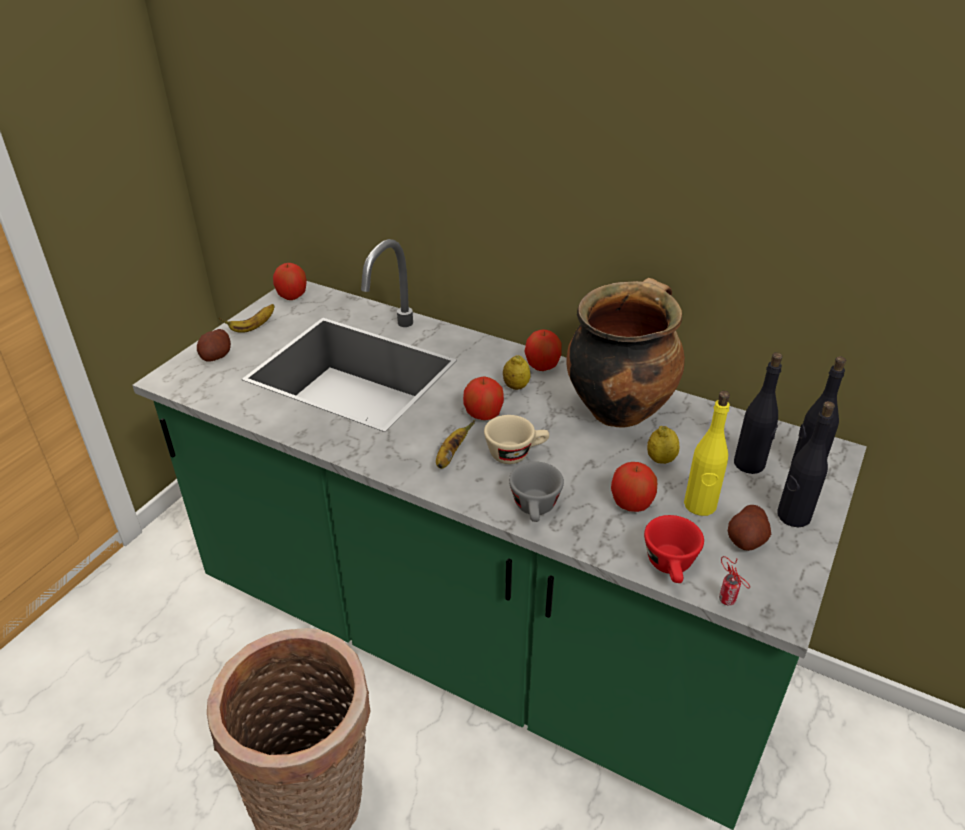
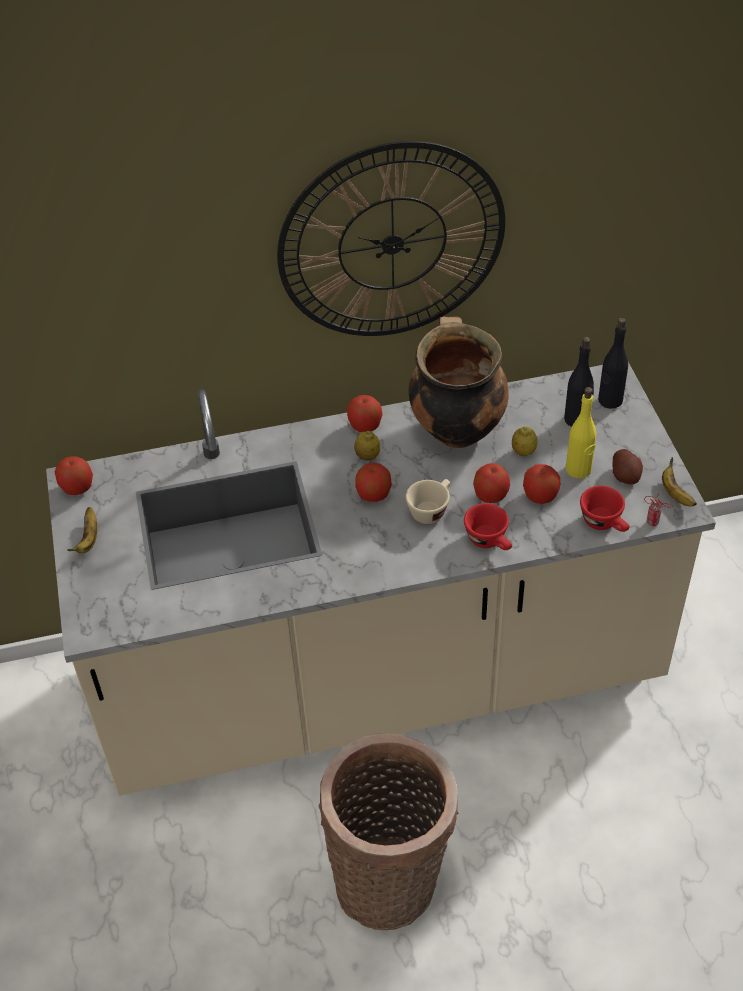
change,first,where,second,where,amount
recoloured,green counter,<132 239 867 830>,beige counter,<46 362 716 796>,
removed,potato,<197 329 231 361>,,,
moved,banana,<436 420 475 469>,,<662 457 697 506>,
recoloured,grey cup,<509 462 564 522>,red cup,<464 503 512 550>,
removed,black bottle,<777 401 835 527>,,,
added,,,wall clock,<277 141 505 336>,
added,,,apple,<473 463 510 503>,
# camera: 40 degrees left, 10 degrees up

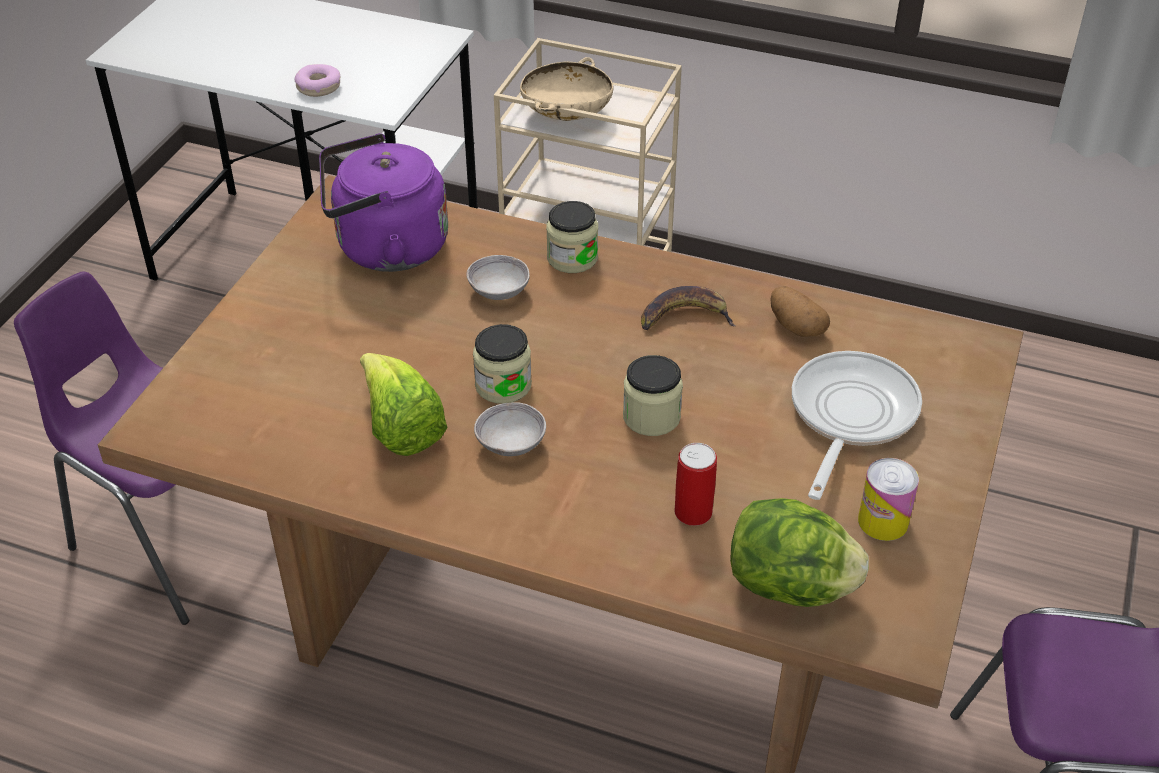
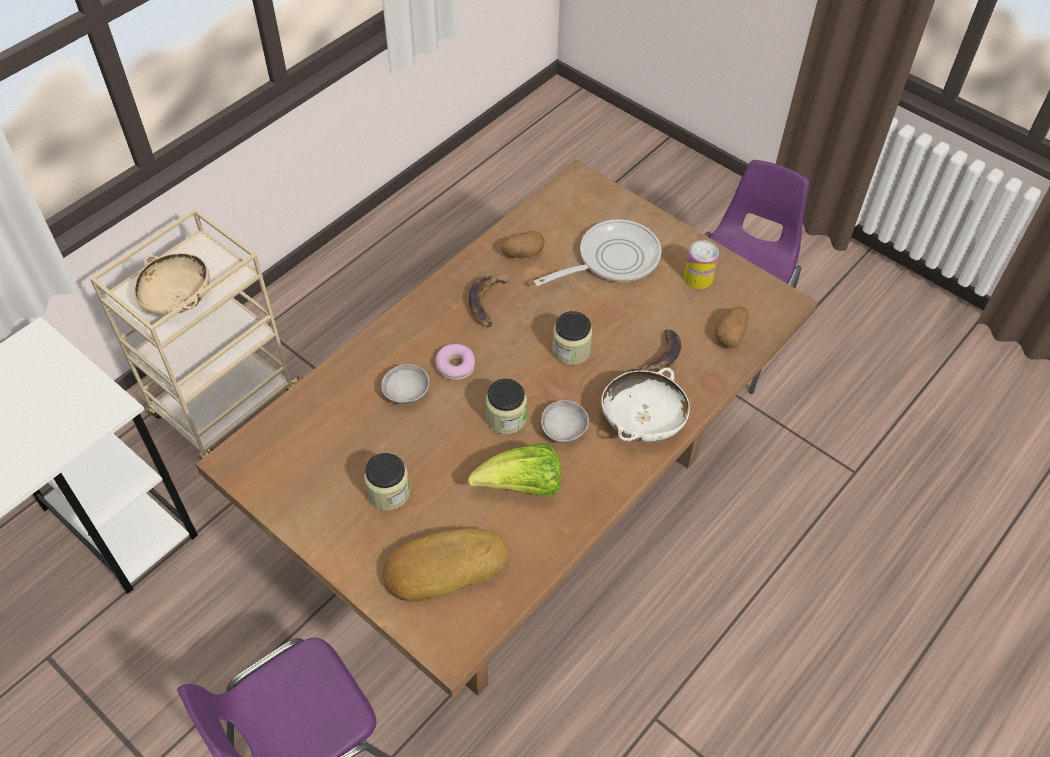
change,first,where,second,where,amount
moved,donut,<295 64 340 97>,,<435 344 475 380>,
removed,purple kettle,<319 133 448 272>,,,
moved,jar,<546 201 598 273>,,<364 453 410 511>,
replaced,can,<675 443 717 526>,banana,<627 329 681 372>,
replaced,lettuce,<730 498 869 607>,potato,<715 306 749 349>,
turned,frying pan,<792 351 922 500>,,<533 219 661 286>,105 degrees clockwise
added,,,bread,<383 528 510 602>,
added,,,white bowl,<601 368 690 442>,
# camera: 70 degrees left, 10 degrees up

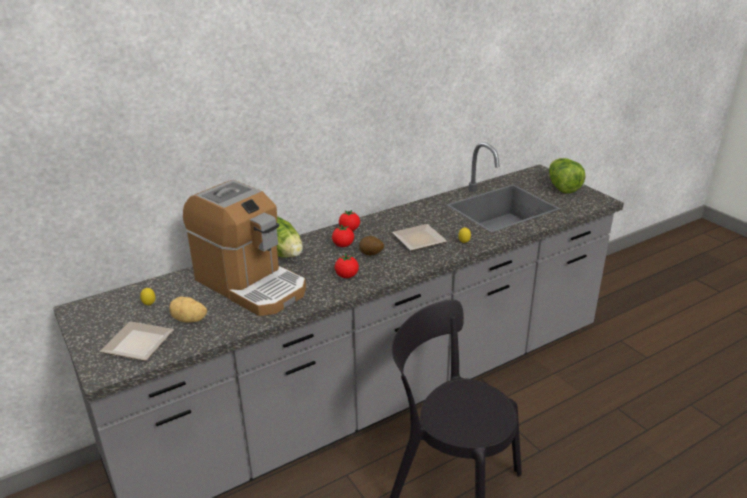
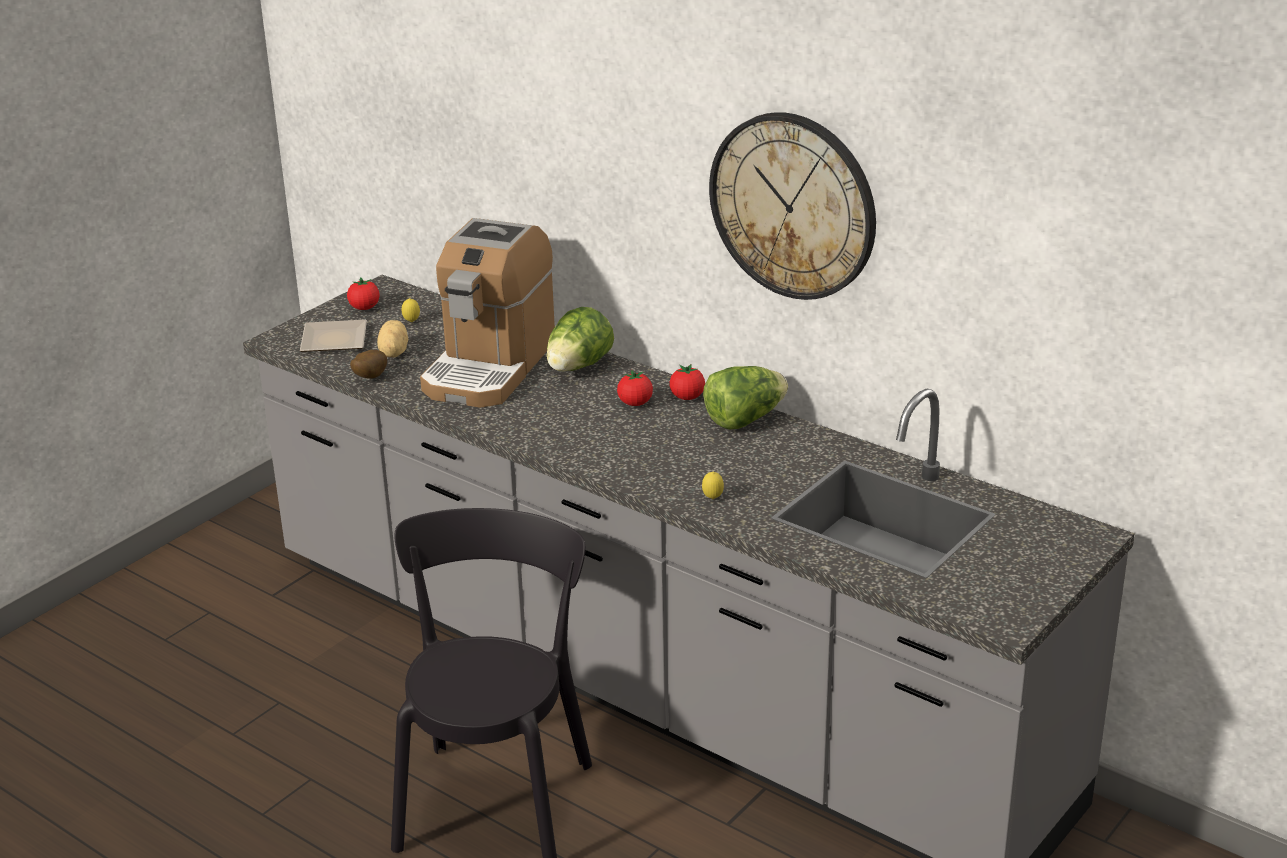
change,first,where,second,where,amount
moved,tomato,<335 253 359 278>,,<347 277 380 310>,
moved,potato,<359 236 384 255>,,<350 350 387 379>,
removed,plate,<392 224 447 251>,,,
moved,lettuce,<549 158 586 194>,,<703 366 788 430>,
added,,,wall clock,<709 112 876 300>,
# camera: 70 degrees right, 0 degrees up

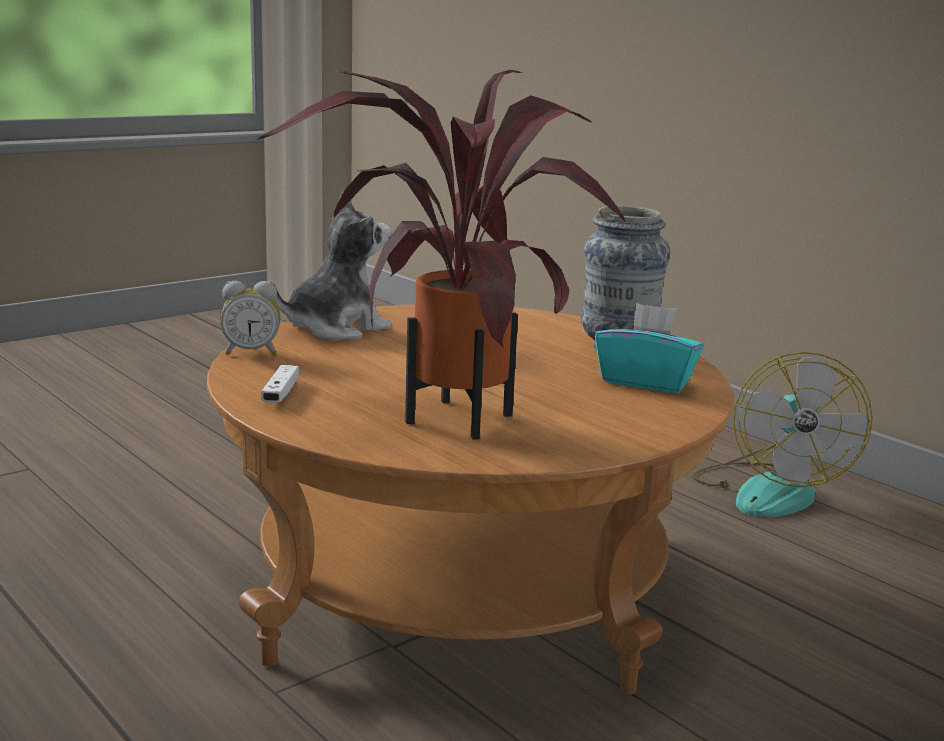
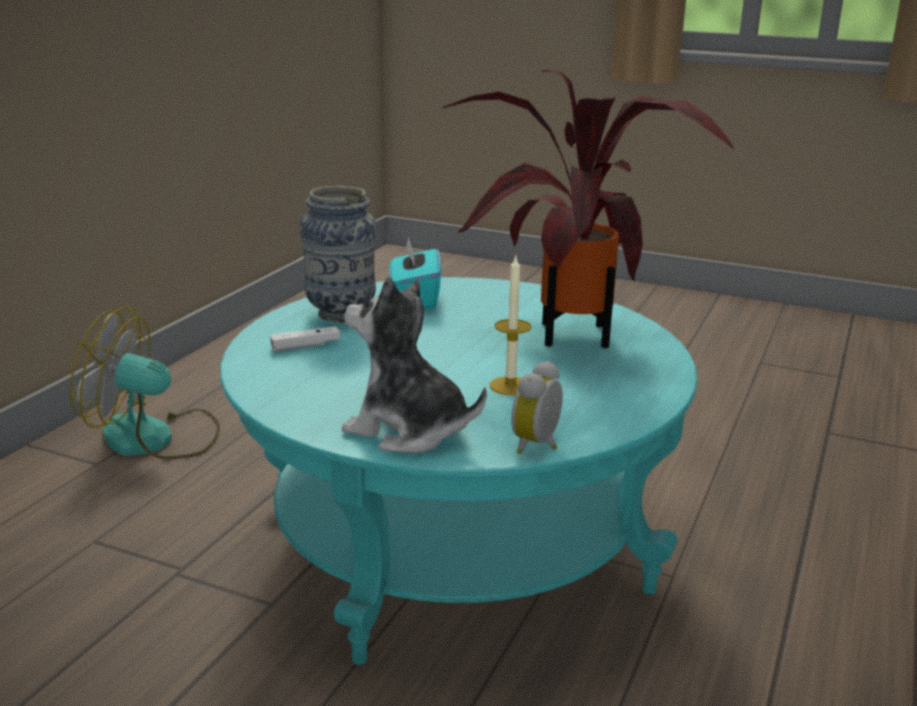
change,first,where,second,where,amount
recoloured,brown coffee table,<207 304 735 695>,turquoise coffee table,<220 277 698 665>,
turned,alarm clock,<220 281 280 355>,,<511 361 563 454>,120 degrees counterclockwise
moved,white game controller,<261 365 299 403>,,<270 326 341 352>,
turned,fan,<692 352 873 517>,,<70 306 220 460>,150 degrees counterclockwise
added,,,candle,<489 256 531 395>,
# camera: 115 degrees left, 5 degrees up

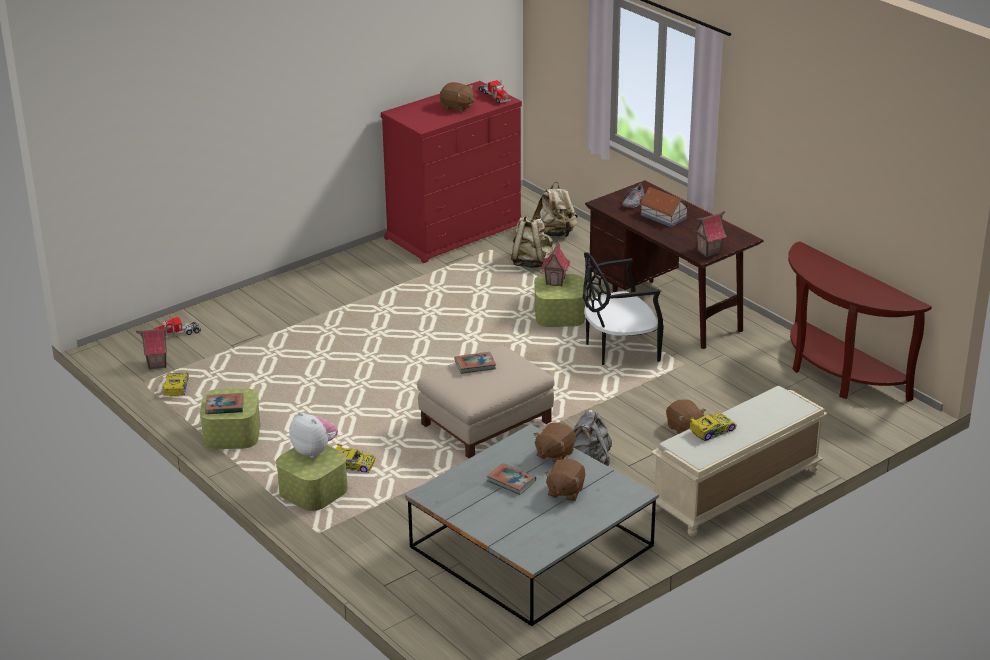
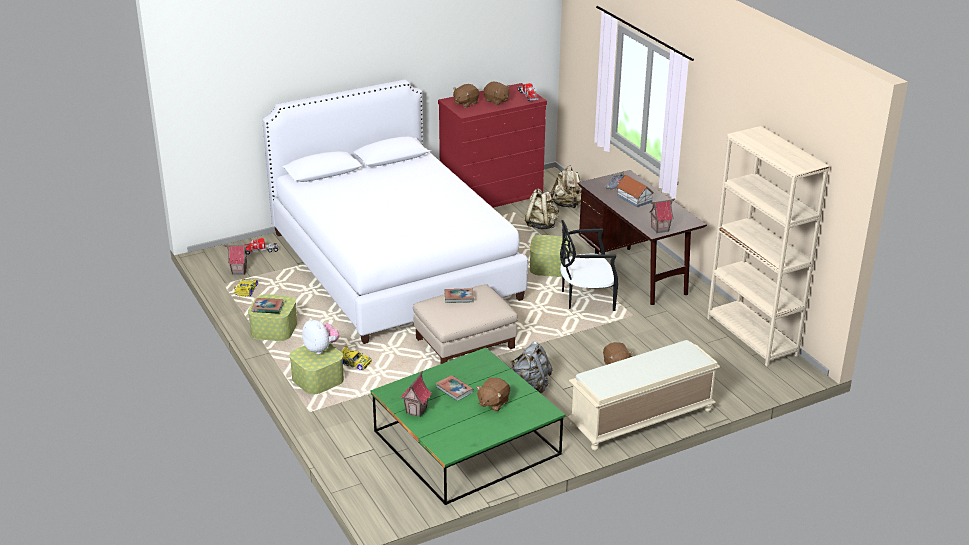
change,first,where,second,where,amount
recoloured,grey coffee table,<405 424 659 626>,green coffee table,<371 347 565 505>,
moved,brown plush toy,<534 423 576 463>,,<453 84 479 108>,
moved,toy house,<541 240 570 287>,,<401 371 431 417>,
removed,toy car,<690 413 737 441>,,,
replaced,brown console table,<788 241 932 402>,beige bookcase,<707 126 830 367>,
added,,,white bed,<262 79 528 344>,
# camera: 10 degrees right, 0 degrees up

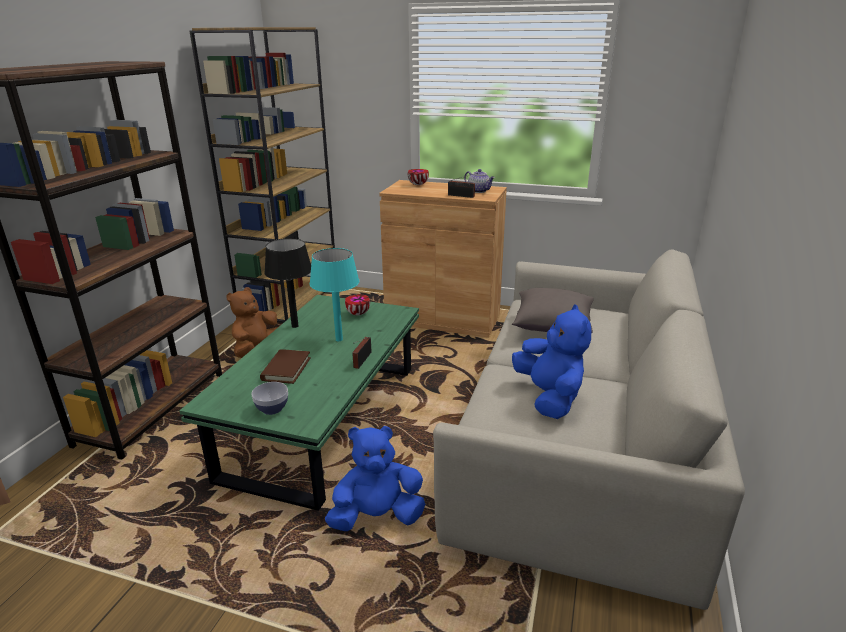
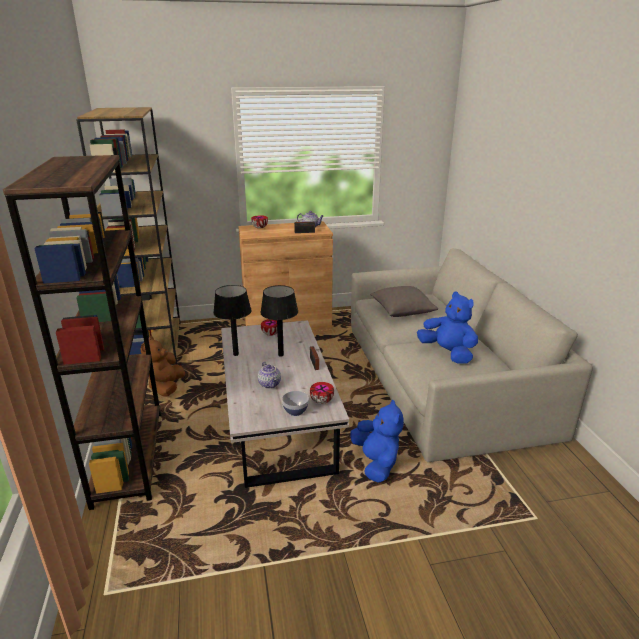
change,first,where,second,where,amount
recoloured,green coffee table,<179 295 419 511>,white coffee table,<221 320 349 488>,
replaced,brown book,<260 349 311 384>,teapot,<258 361 281 389>,
recoloured,turquoise table lamp,<310 248 359 341>,black table lamp,<260 285 298 356>,
turned,blue plush toy,<325 426 425 531>,,<350 400 404 483>,120 degrees clockwise
added,,,bowl,<310 382 334 404>,
# camera: 30 degrees left, 0 degrees up

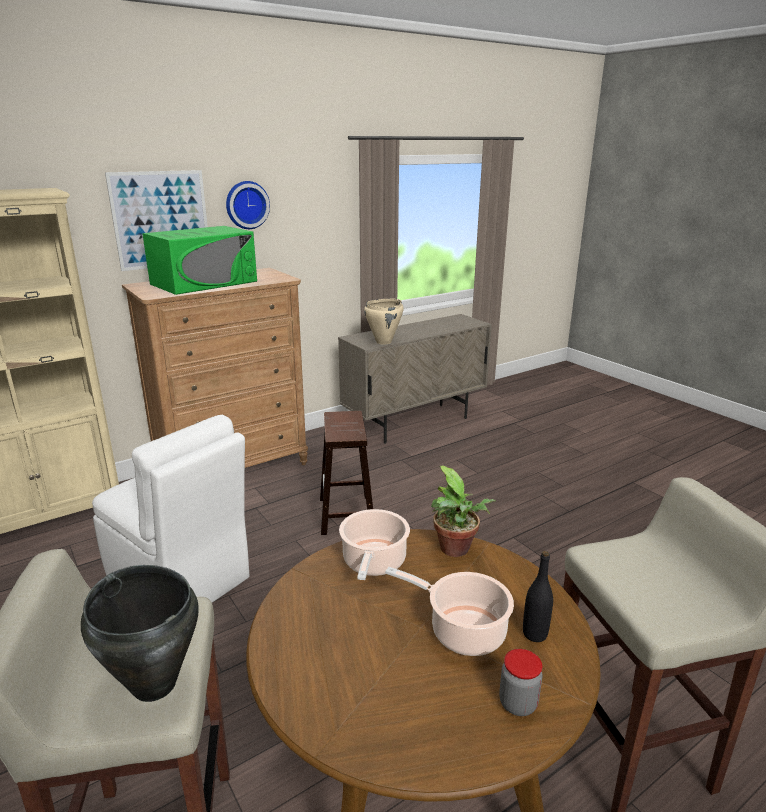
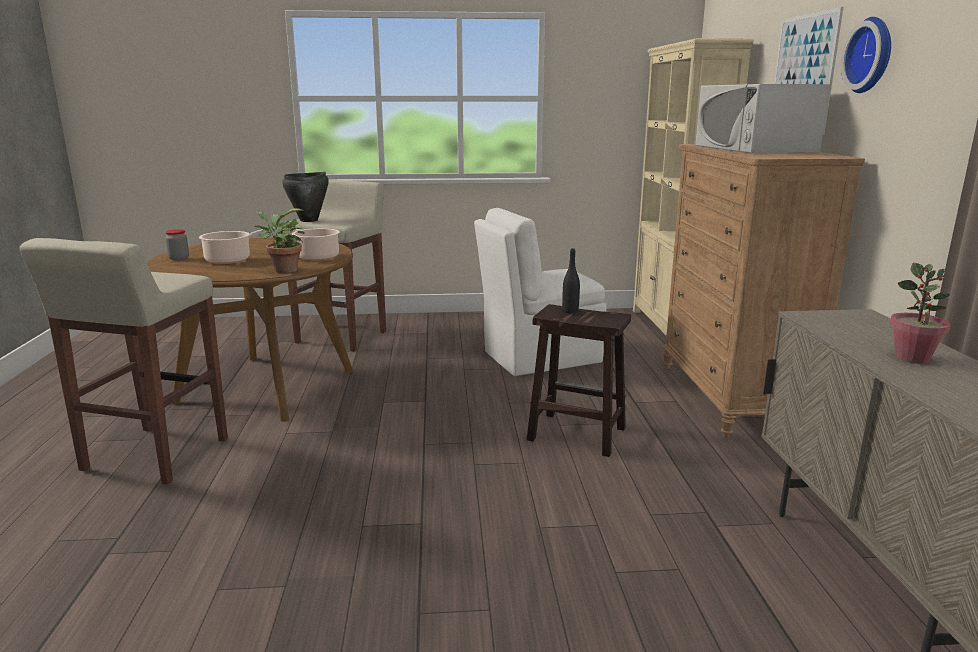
change,first,where,second,where,amount
recoloured,green microwave,<142 226 257 295>,white microwave,<695 84 830 154>,
removed,beige cooking pot,<364 298 404 344>,,,
moved,black bottle,<523 551 553 642>,,<562 248 580 314>,
added,,,potted plant,<890 263 951 364>,
# camera: 120 degrees right, 5 degrees down

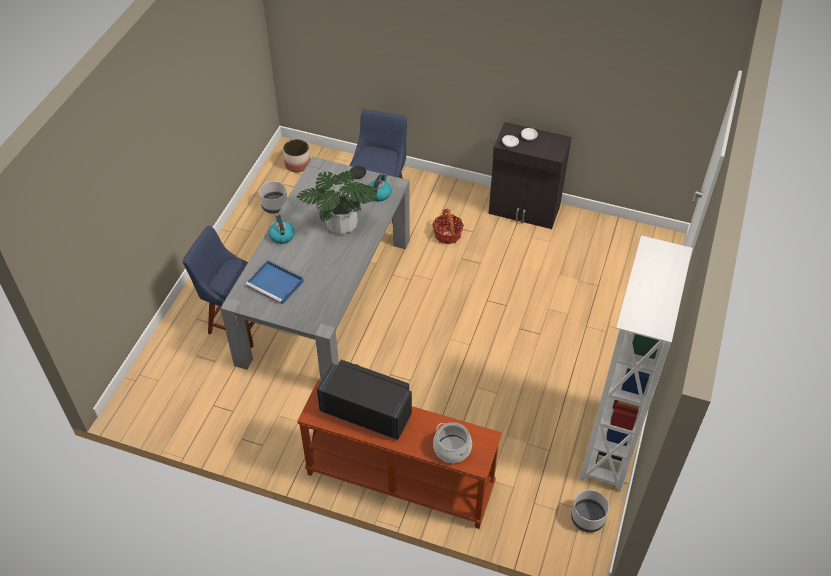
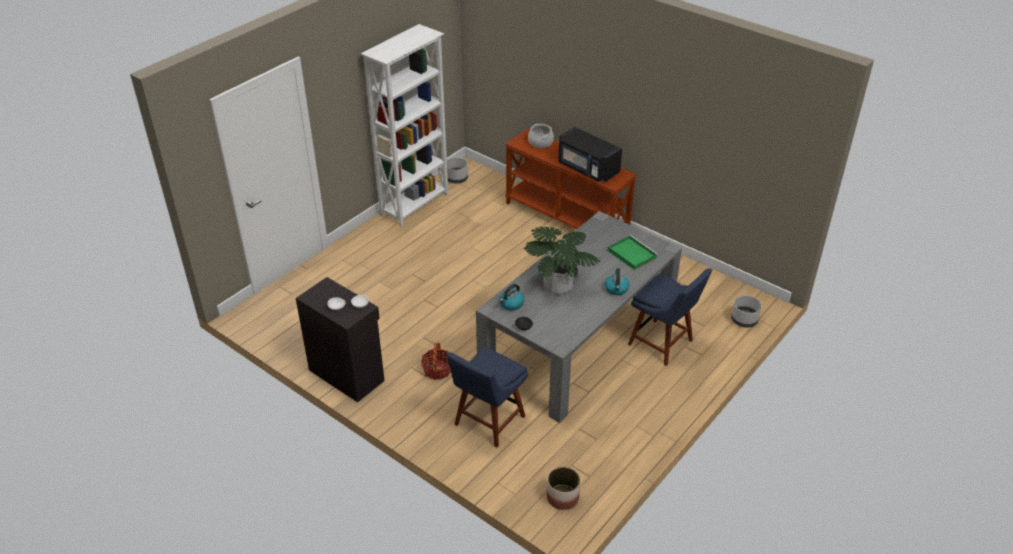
change,first,where,second,where,amount
recoloured,blue tray,<246 260 304 305>,green tray,<608 235 658 270>,
moved,grey planter,<259 181 287 214>,,<731 295 762 328>,
# camera: 160 degrees left, 10 degrees down

